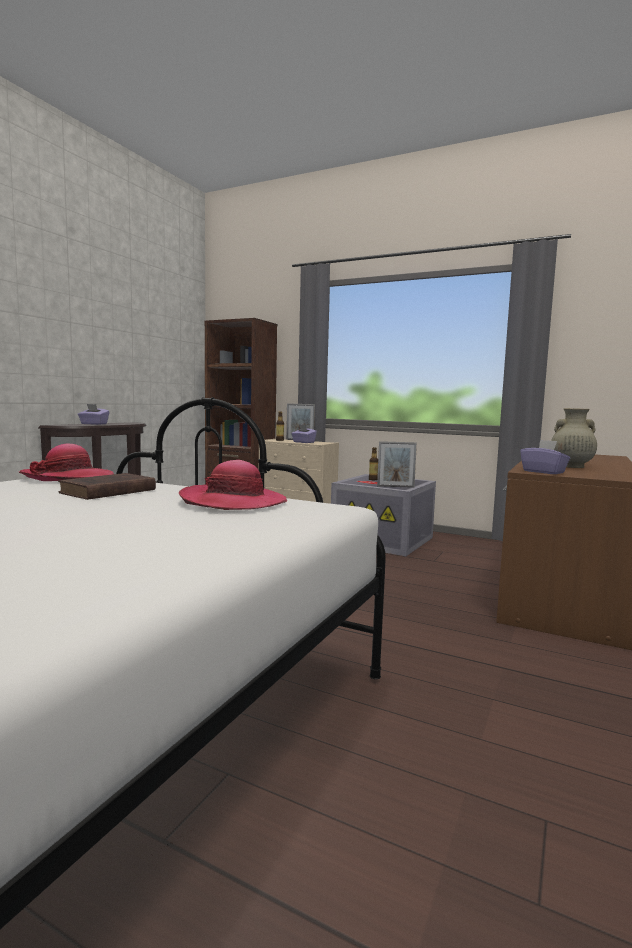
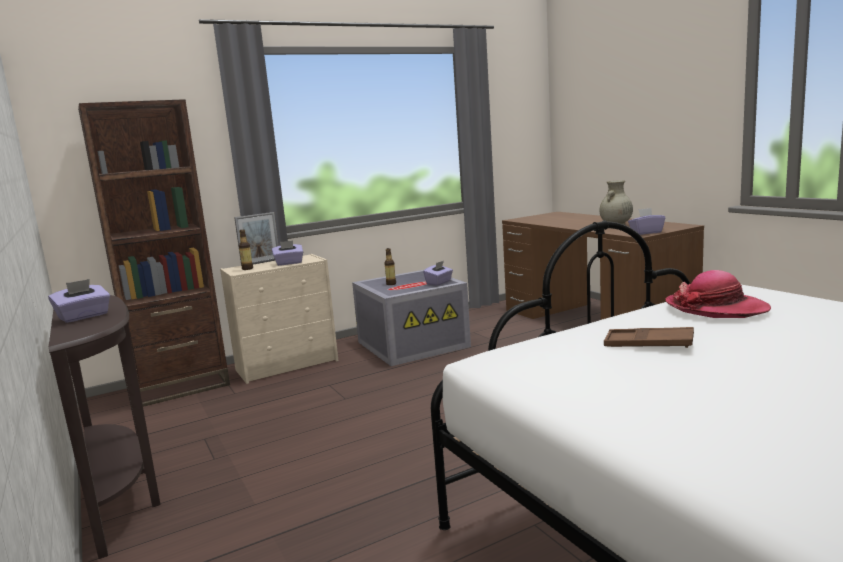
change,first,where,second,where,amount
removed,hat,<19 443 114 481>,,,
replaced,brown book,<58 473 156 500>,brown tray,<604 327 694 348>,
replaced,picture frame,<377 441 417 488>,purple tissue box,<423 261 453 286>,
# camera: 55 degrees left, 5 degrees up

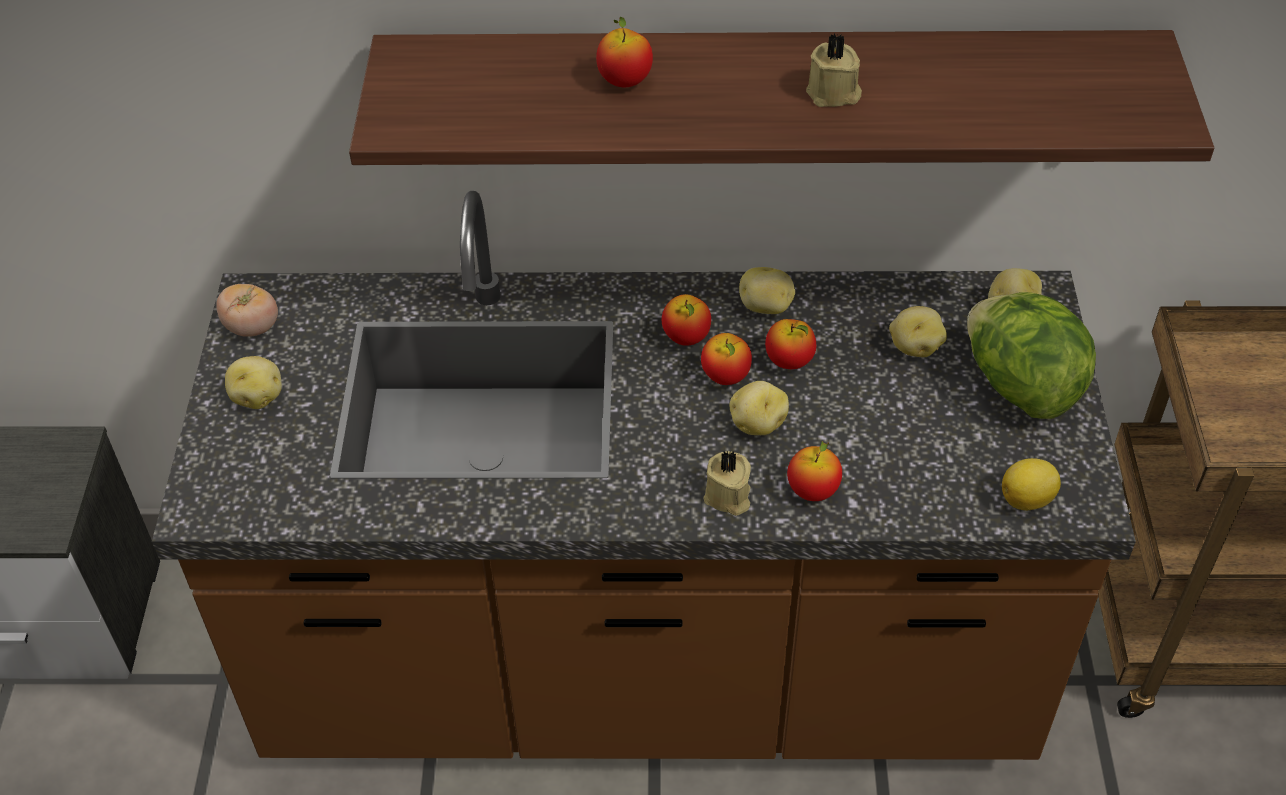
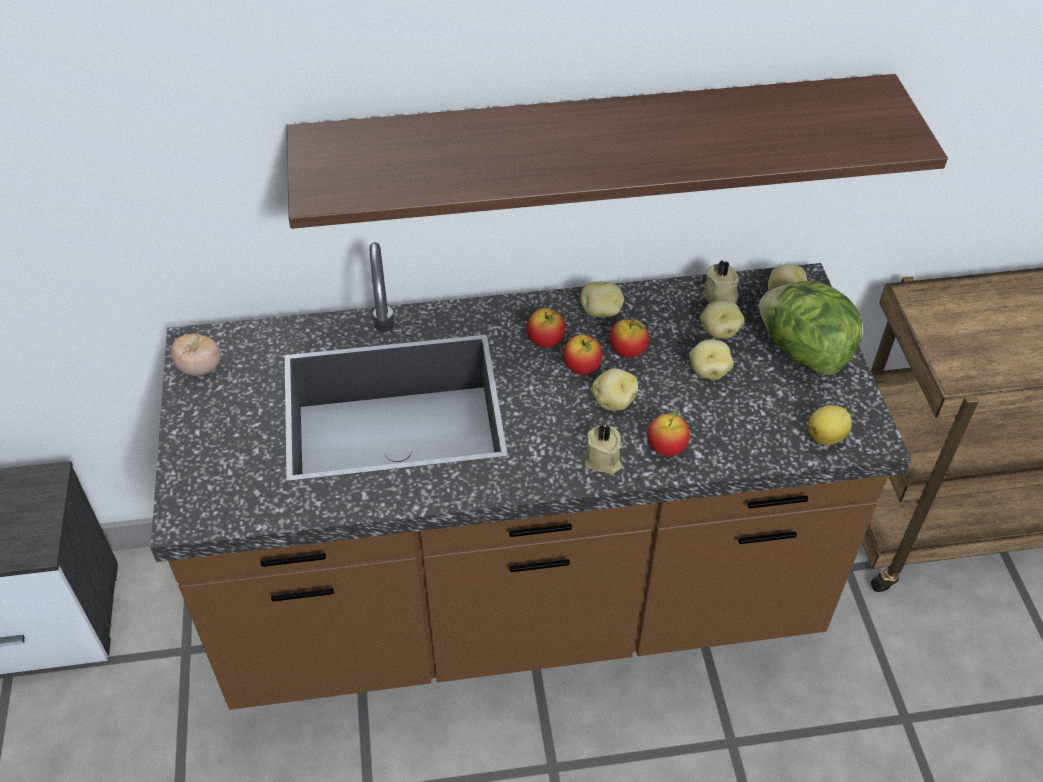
change,first,where,second,where,amount
moved,potato,<225 356 282 409>,,<689 339 734 380>,
removed,apple,<596 17 653 87>,,,
moved,beige candle,<806 34 862 107>,,<702 261 739 303>,
# camera: 10 degrees left, 0 degrees up

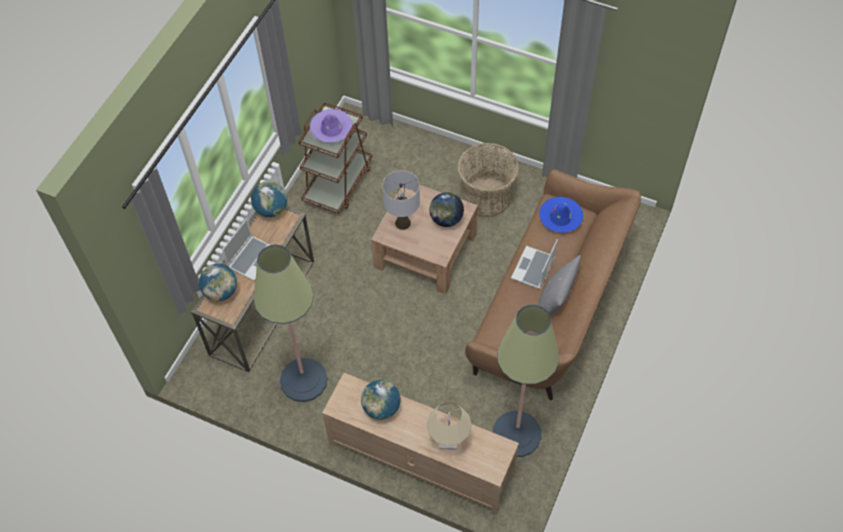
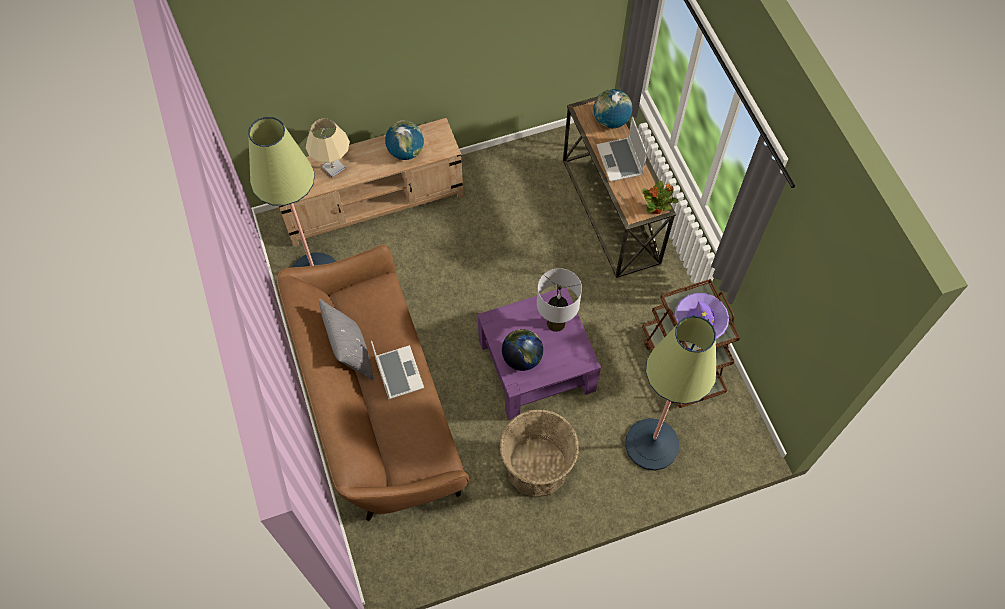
change,first,where,second,where,amount
replaced,globe,<251 181 287 217>,potted plant,<641 181 679 214>,
moved,floor lamp,<254 245 328 402>,,<625 316 716 471>,
recoloured,brown coffee table,<371 185 478 294>,purple coffee table,<478 287 601 420>,
removed,blue hat,<539 197 583 233>,,,
# camera: 135 degrees right, 5 degrees up

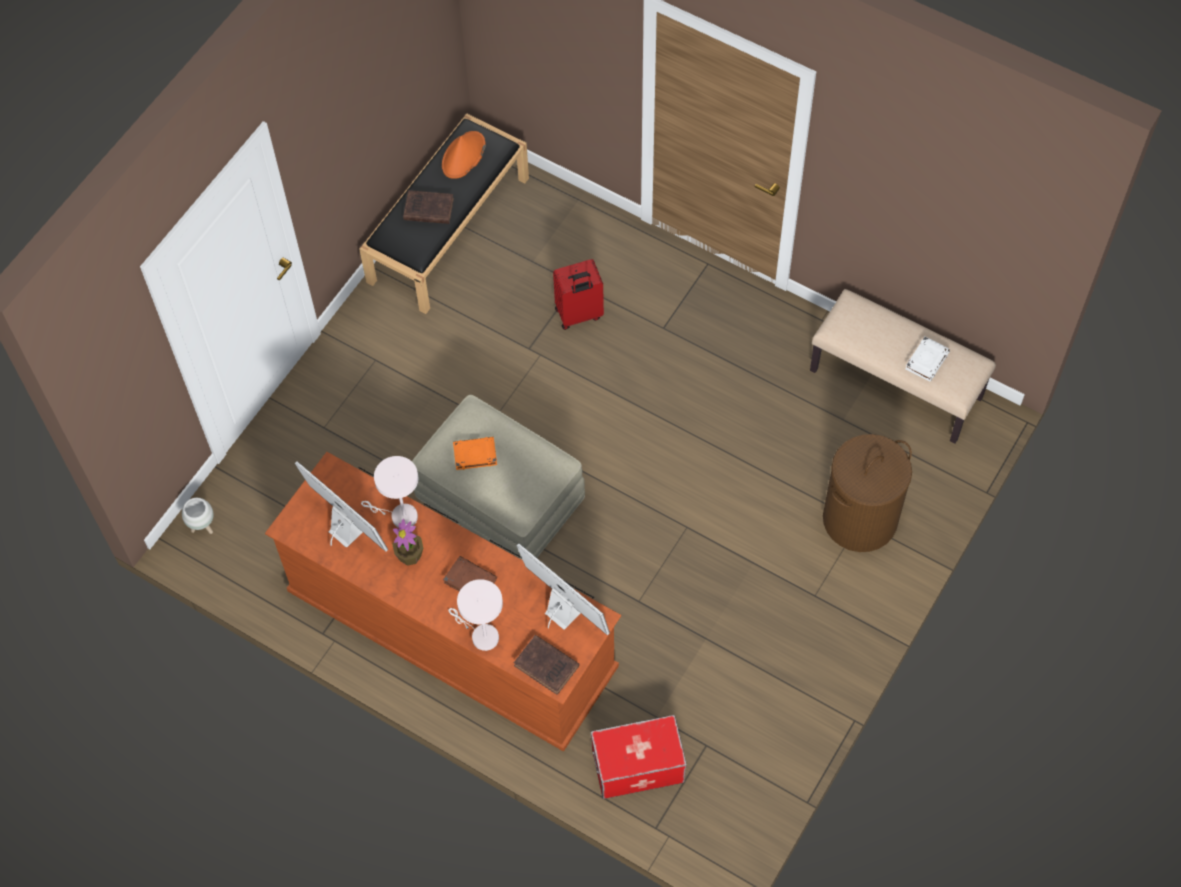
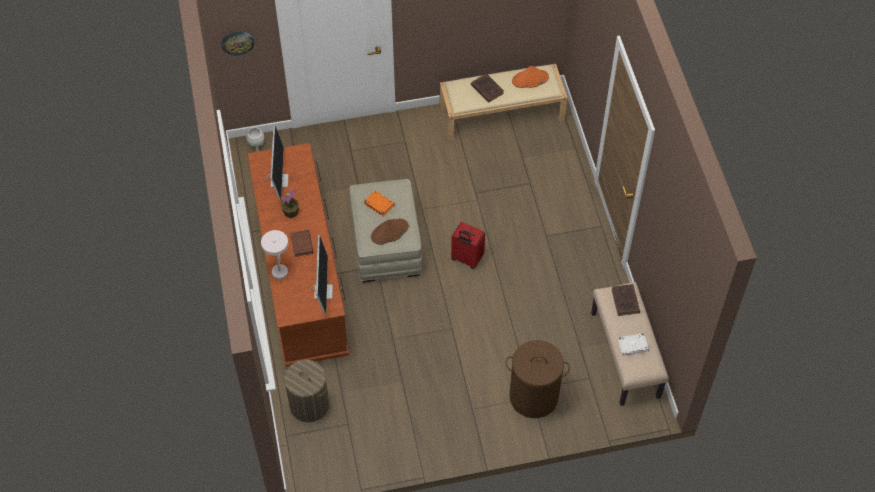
change,first,where,second,where,amount
recoloured,black bench,<359 113 529 314>,beige bench,<440 64 567 141>,
removed,white table lamp,<361 456 418 528>,,,
moved,brown book,<514 635 580 695>,,<612 284 640 316>,
moved,red suitcase,<553 259 604 330>,,<451 222 485 269>,
replaced,storage box,<591 715 687 799>,laundry basket,<283 360 329 422>,
added,,,wall clock,<222 31 254 55>,
added,,,brown hat,<371 218 408 245>,
# camera: 45 degrees right, 5 degrees down

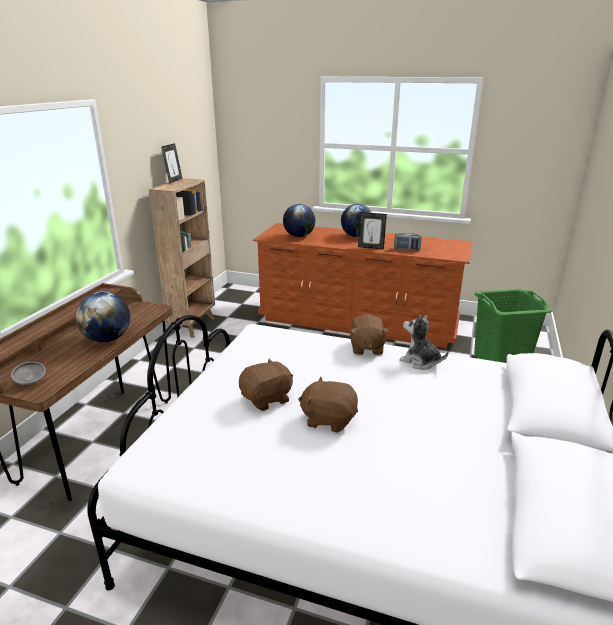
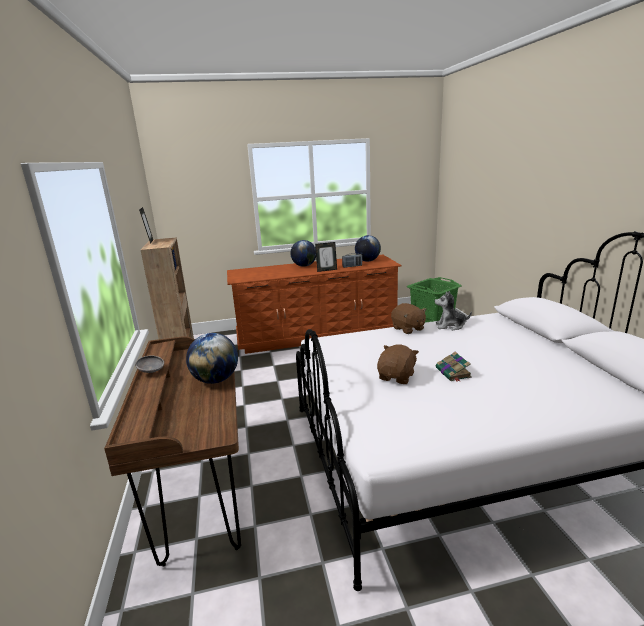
change,first,where,second,where,amount
moved,grey bowl,<11 362 46 385>,,<135 356 164 373>,
moved,globe,<283 204 316 237>,,<355 235 381 262>,
replaced,brown plush toy,<298 377 358 433>,book,<436 352 472 382>,
# camera: 30 degrees left, 5 degrees down

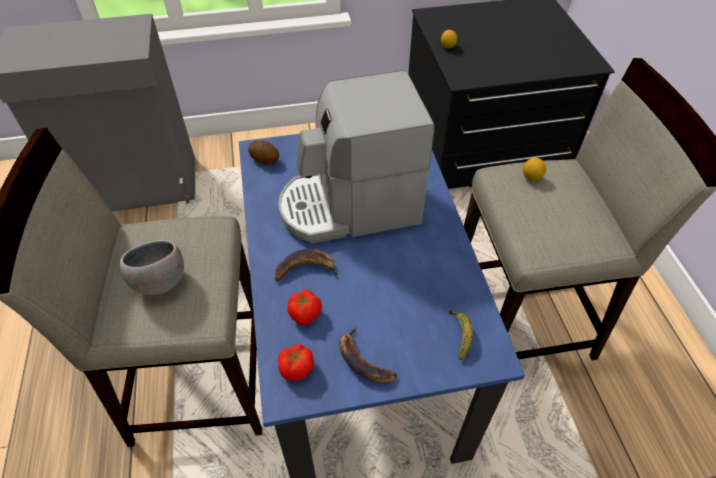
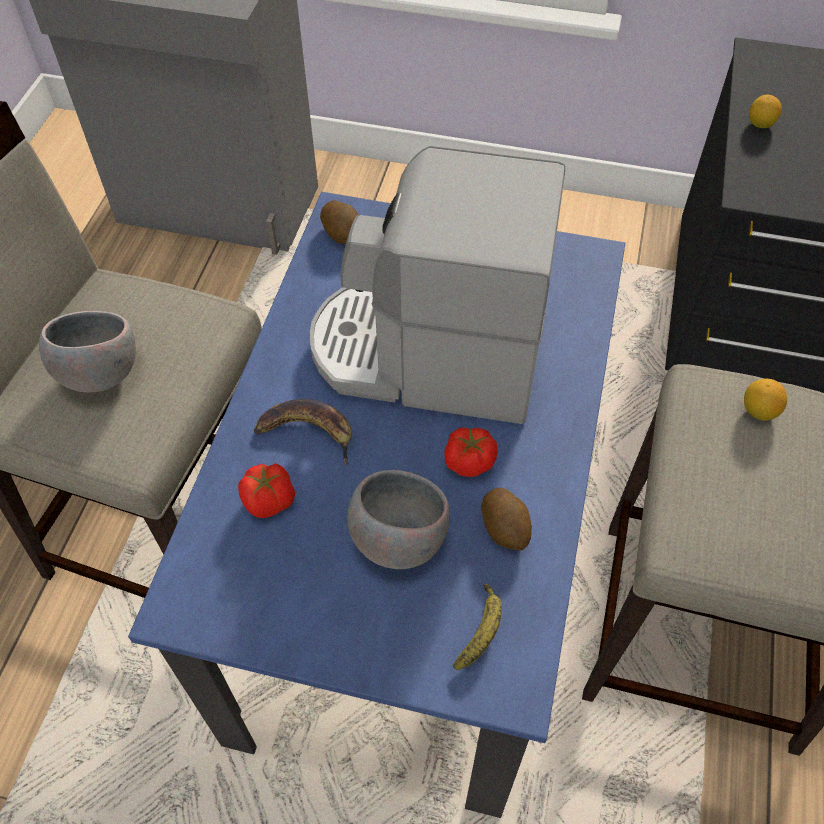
change,first,where,second,where,amount
moved,tomato,<278 345 314 381>,,<444 427 497 477>,
removed,banana,<339 327 397 383>,,,
added,,,grey bowl,<347 470 450 569>,
added,,,potato,<481 488 532 550>,
# camera: 25 degrees right, 5 degrees up

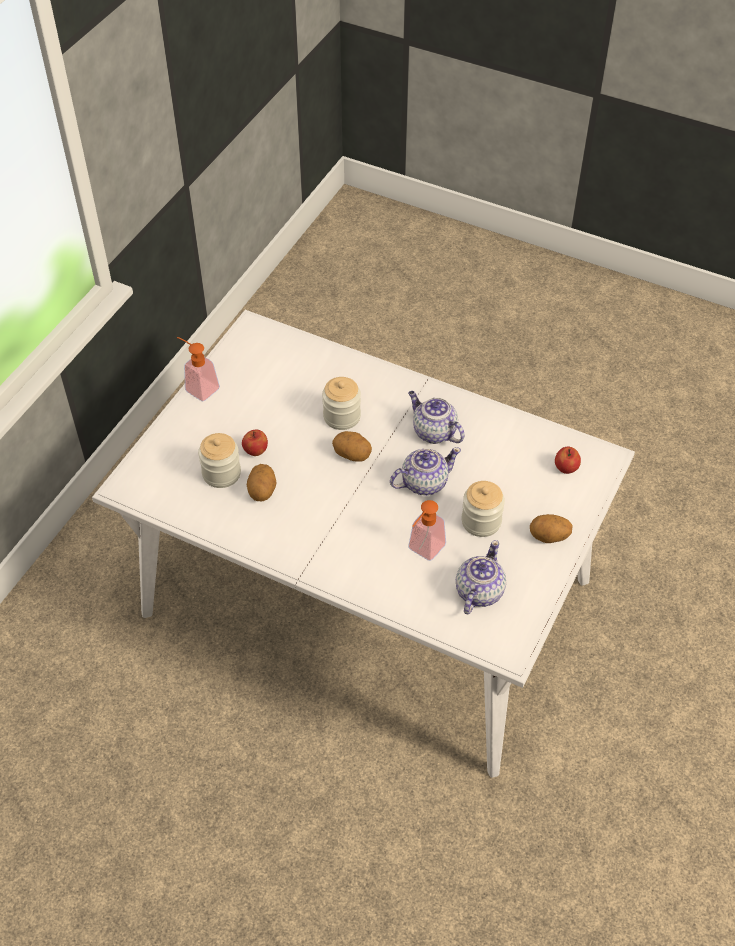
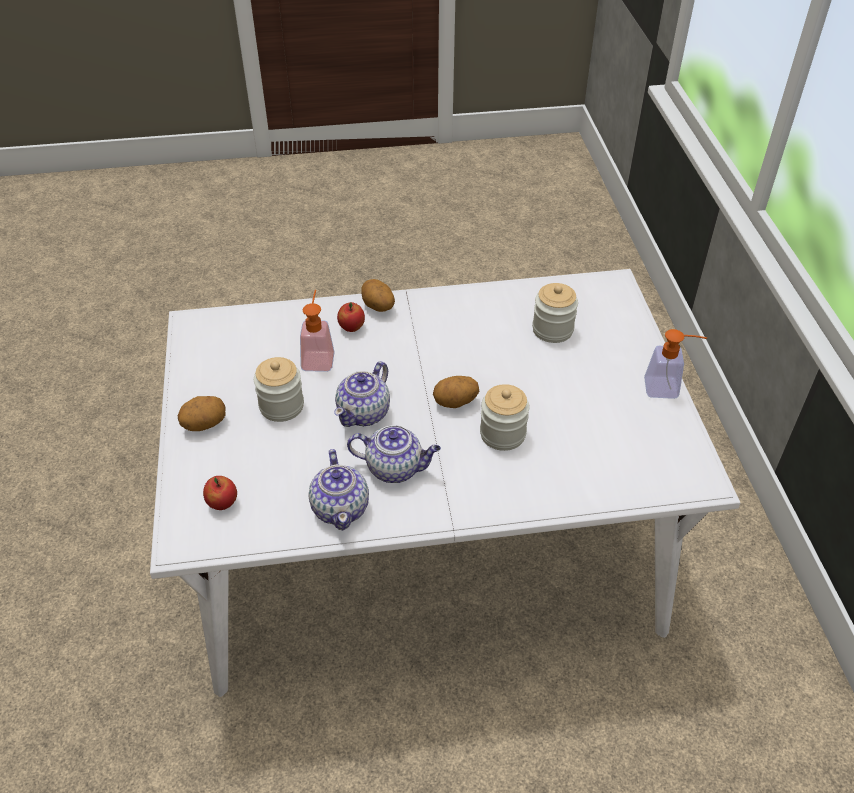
change,first,where,second,where,amount
moved,apple,<242 430 268 456>,,<337 302 365 332>,
moved,potato,<247 464 277 501>,,<361 279 395 312>,
moved,teapot,<456 540 506 614>,,<308 449 369 530>,
# camera: 145 degrees right, 5 degrees down

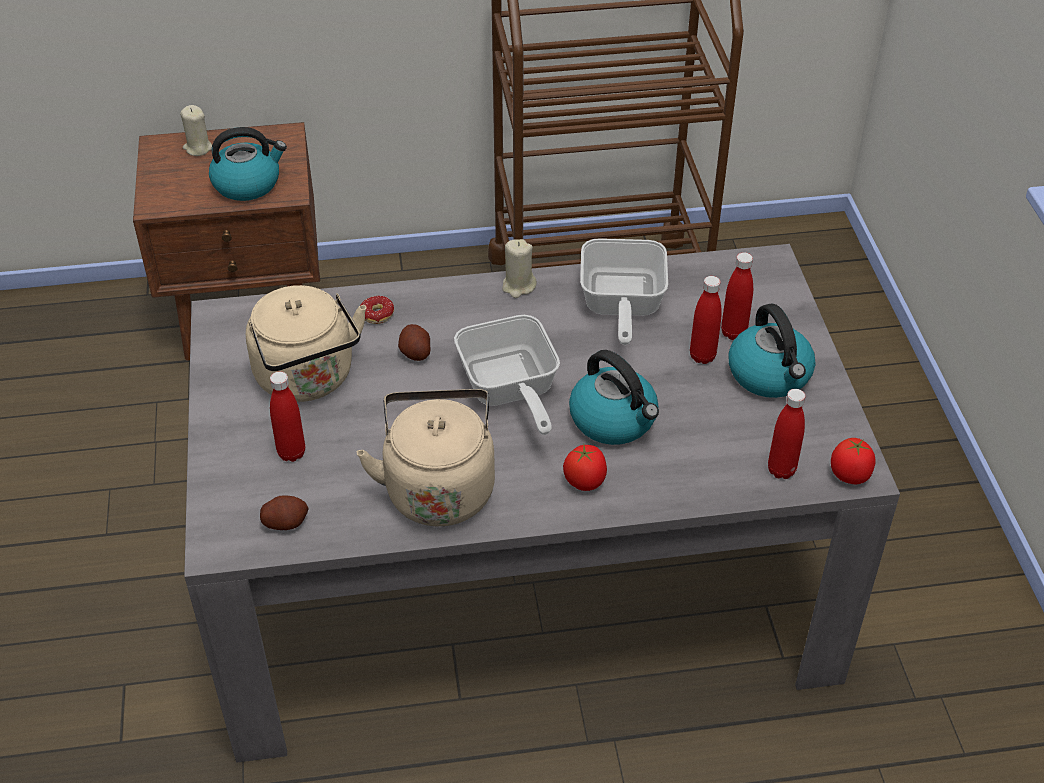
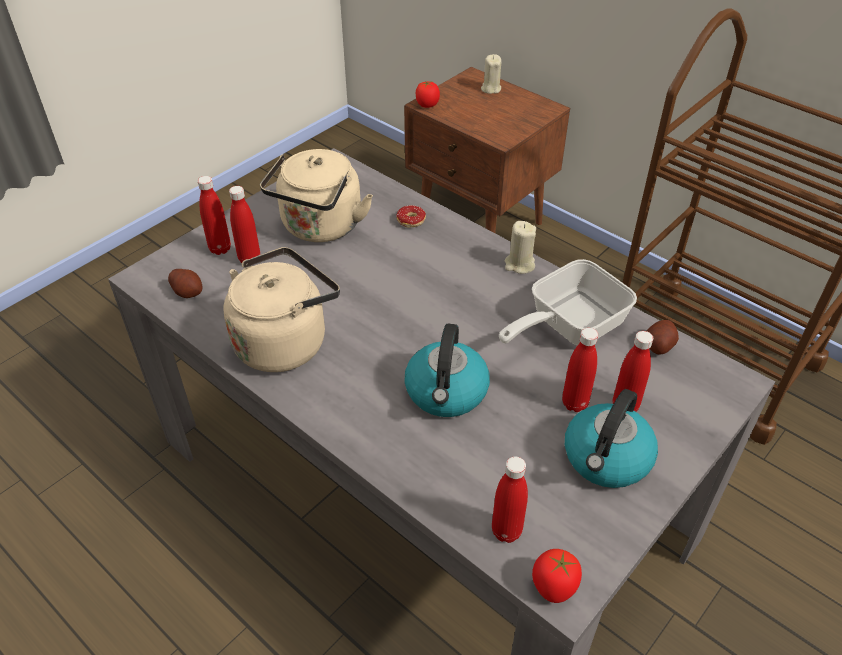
change,first,where,second,where,amount
removed,kettle,<209 127 287 201>,,,
moved,potato,<398 324 430 361>,,<647 320 679 355>,
removed,frying pan,<454 315 560 435>,,,
moved,tomato,<563 445 607 491>,,<416 80 440 108>,
added,,,red bottle,<198 176 231 255>,
# camera: 50 degrees right, 0 degrees up

